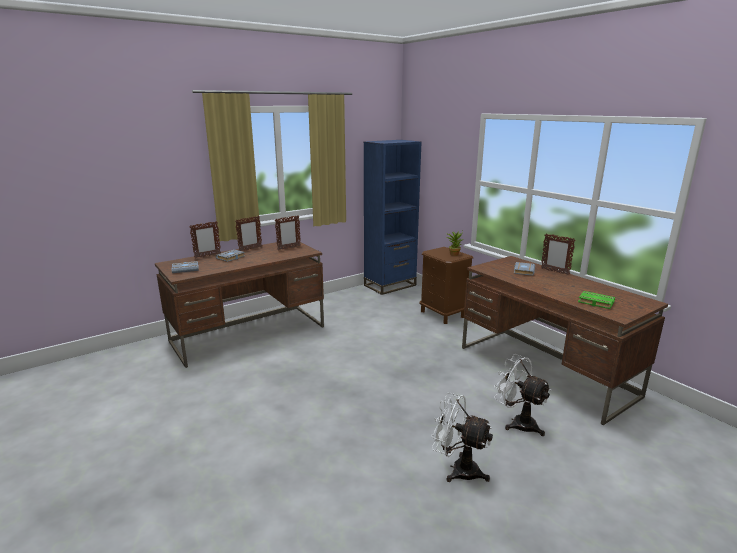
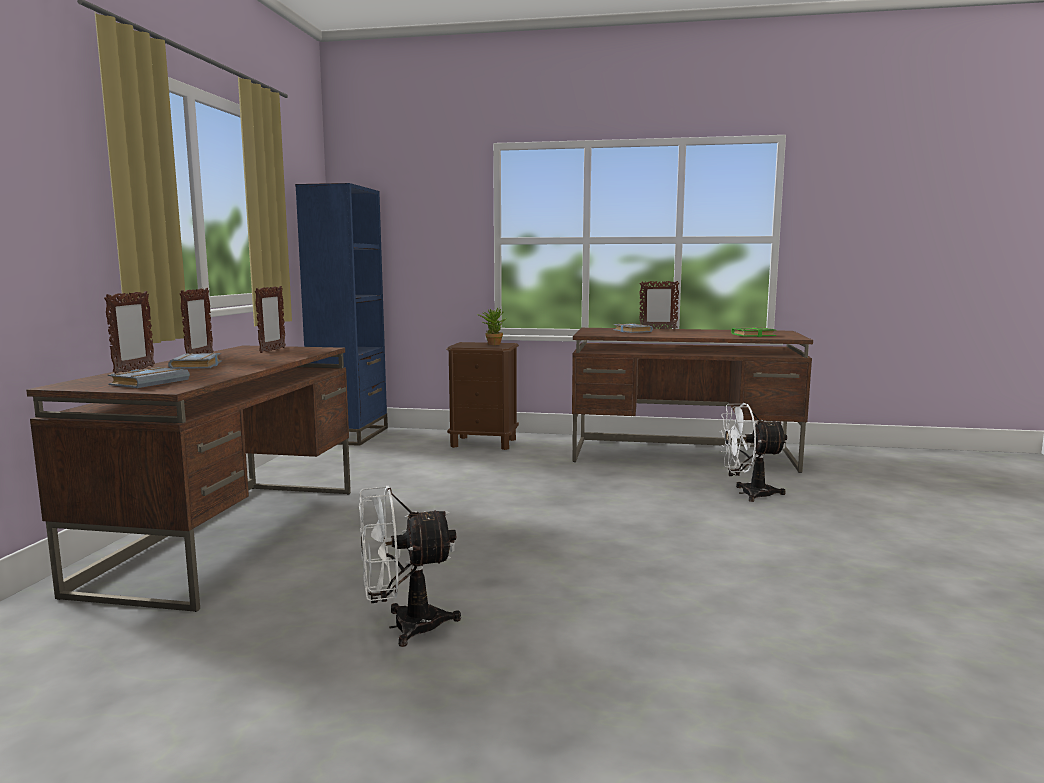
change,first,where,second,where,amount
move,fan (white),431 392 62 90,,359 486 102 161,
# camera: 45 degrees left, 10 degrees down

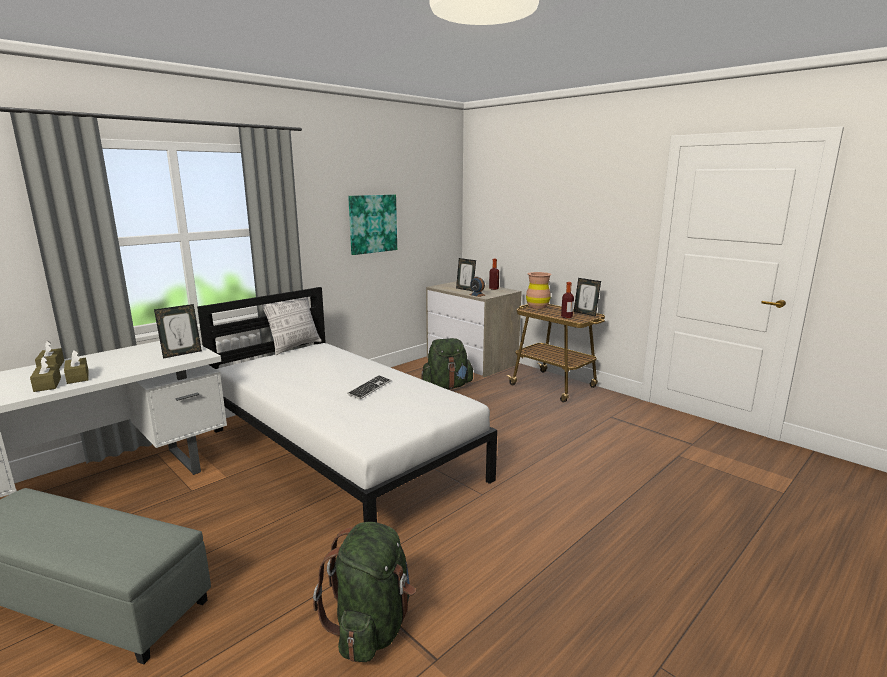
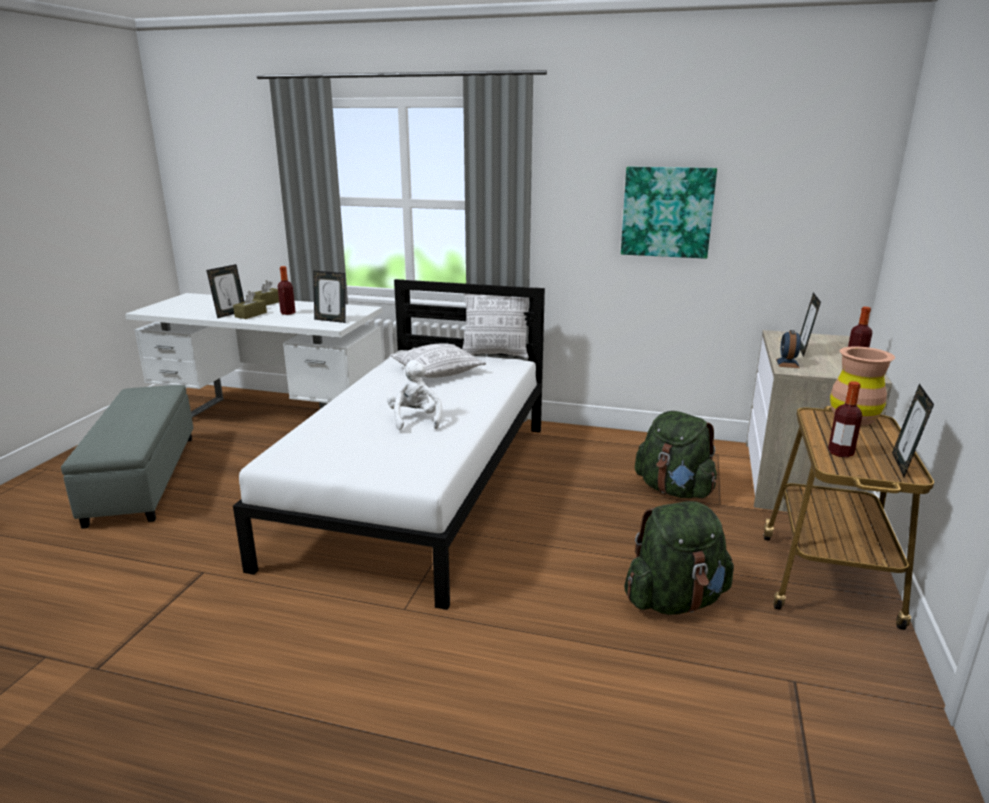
change,first,where,second,where,amount
replace,tissue box (brown),30 356 31 36,picture frame,206 264 39 54,
move,backpack (green),313 522 103 140,,624 501 110 114,
replace,keyboard,347 375 44 24,plush toy (white),387 360 55 70,
insert,,,bottle,277 266 19 49,
insert,,,pillow,390 344 96 34,
# camera: 60 degrees right, 5 degrees up

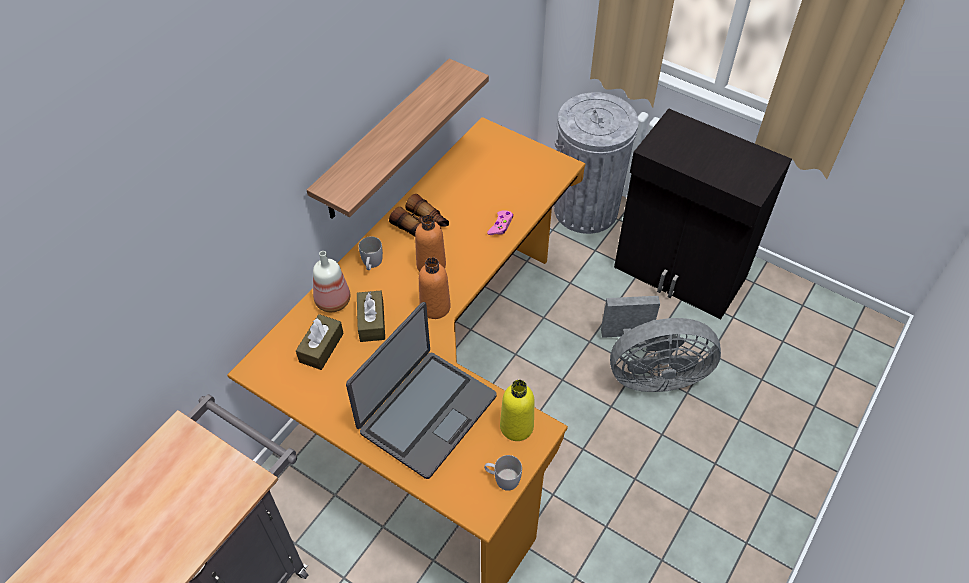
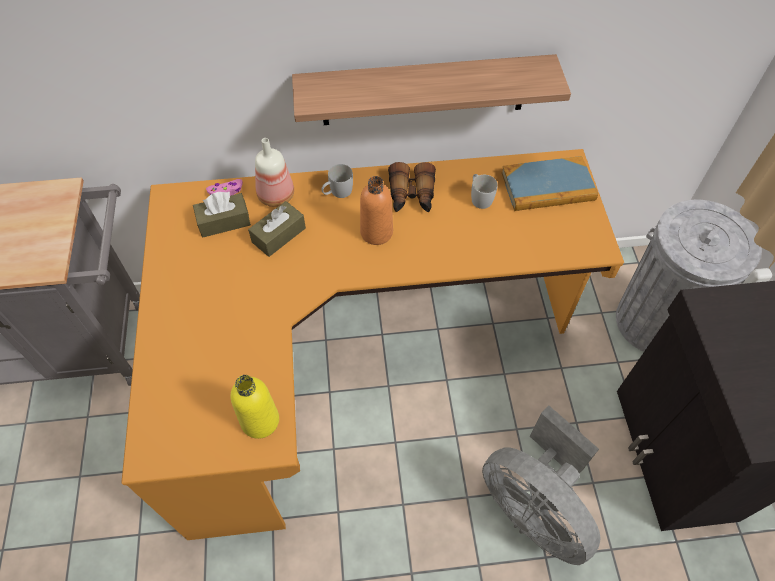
change,first,where,second,where,amount
delete,laptop,346 302 151 177,,,
delete,bottle (orange),419 257 32 62,,,
move,mug (white),484 455 38 36,,471 174 27 35,
move,game controller (pink),487 210 26 25,,206 179 37 17,
insert,,,book,501 156 97 55,
# camera: 50 degrees right, 5 degrees up

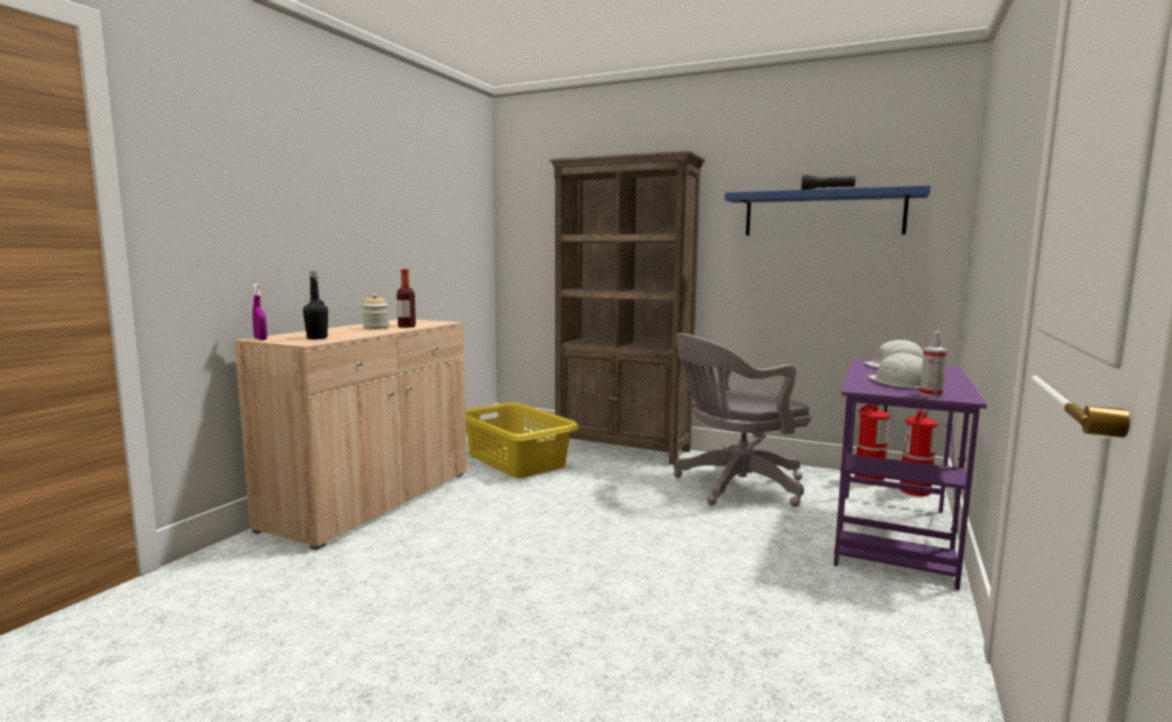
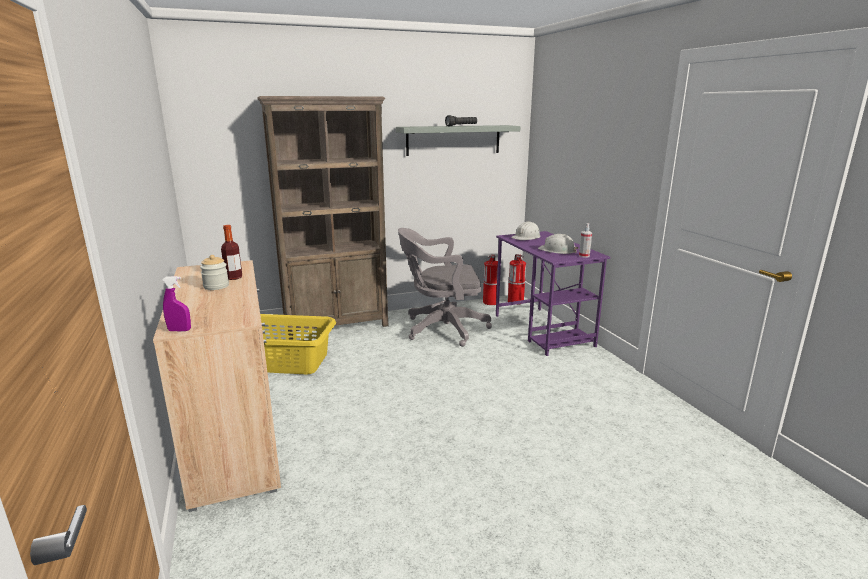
change,first,where,second,where,amount
delete,bottle (black),303 271 25 68,,,
rotate,office chair (grey),674 333 137 174,,398 228 94 119,60 degrees clockwise
recolor,shelf (blue),725 185 205 50,shelf (grey),396 125 125 31,
# camera: 45 degrees left, 10 degrees up

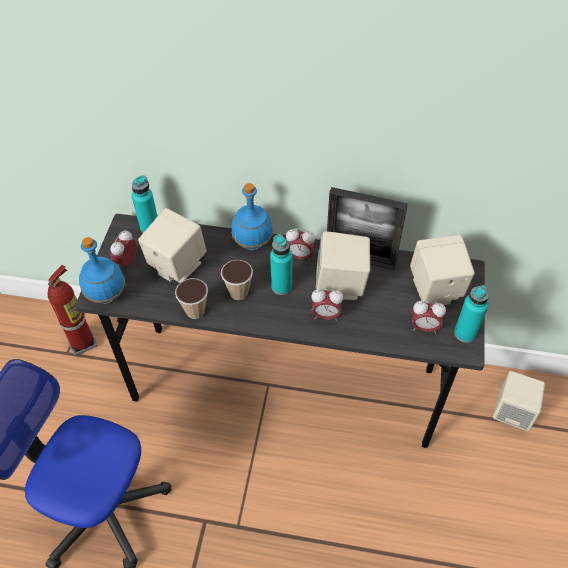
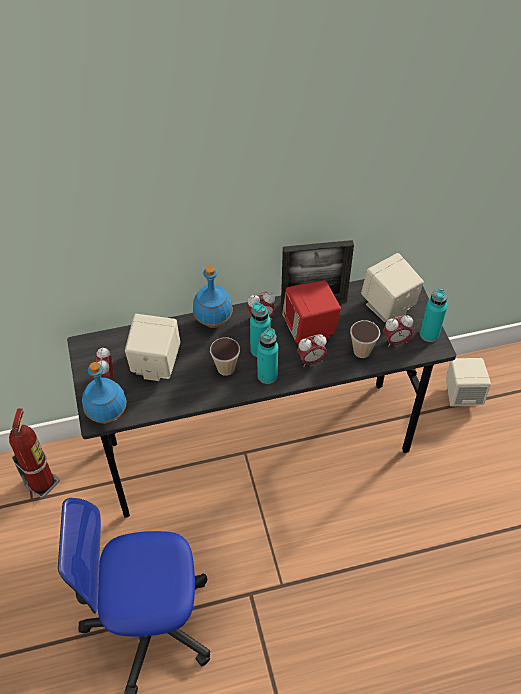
change,first,where,second,where,amount
move,bottle (turquoise),132 175 26 58,,257 328 21 56,
move,cup,175 278 33 41,,350 320 30 38,
recolor,speaker (beige),316 231 54 69,speaker (red),282 280 59 64,
# camera: 25 degrees left, 0 degrees up

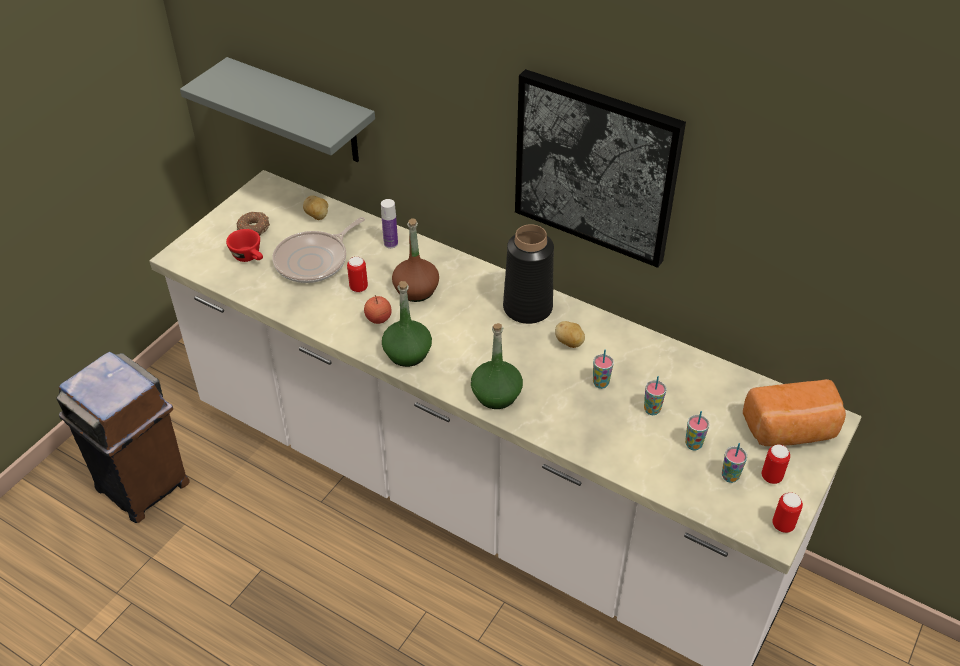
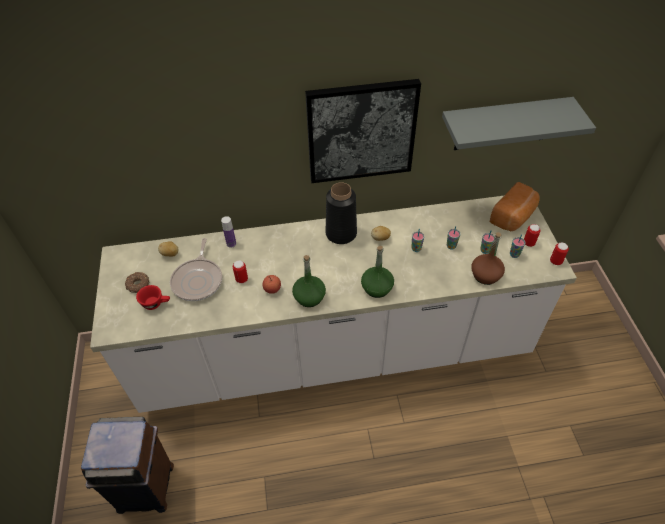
change,first,where,second,where,amount
move,shelf (grey),180 57 195 105,,442 97 154 53,
move,bottle (brown),392 218 47 84,,471 232 34 53,
# camera: 40 degrees left, 5 degrees up

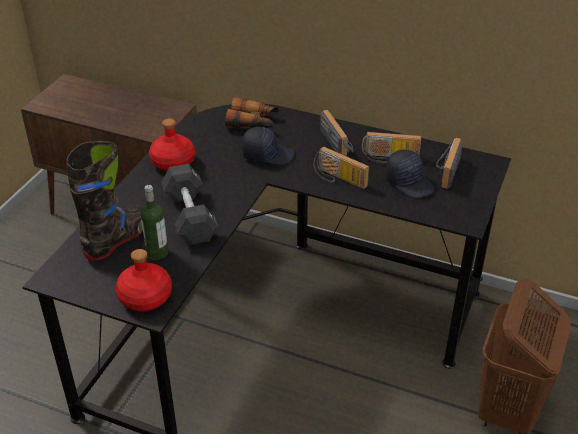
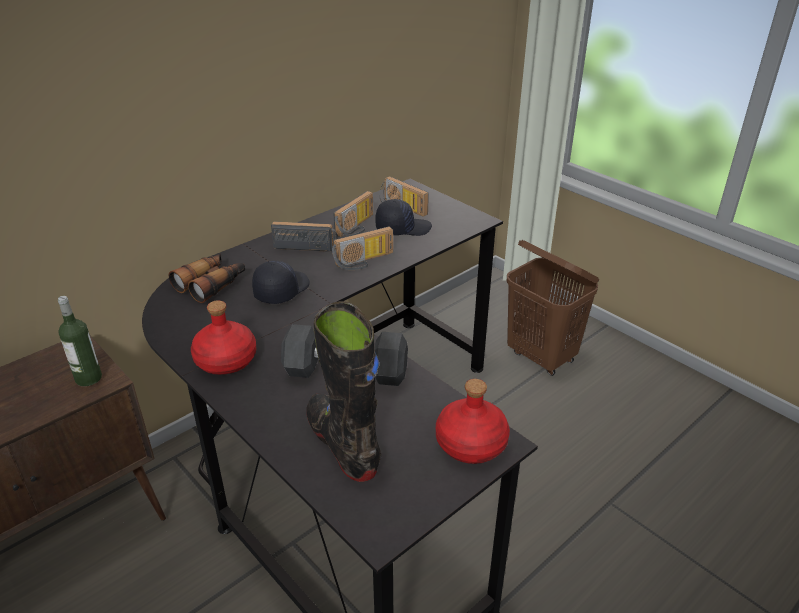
change,first,where,second,where,amount
move,bottle,141 185 27 75,,58 296 44 90,
# camera: 65 degrees left, 5 degrees down

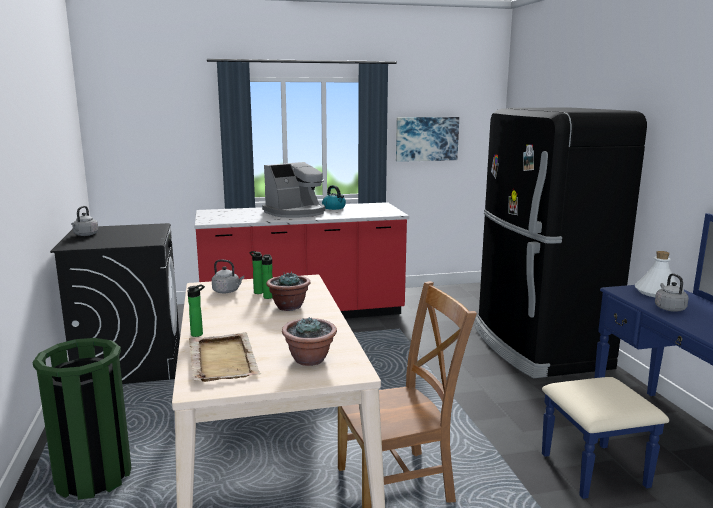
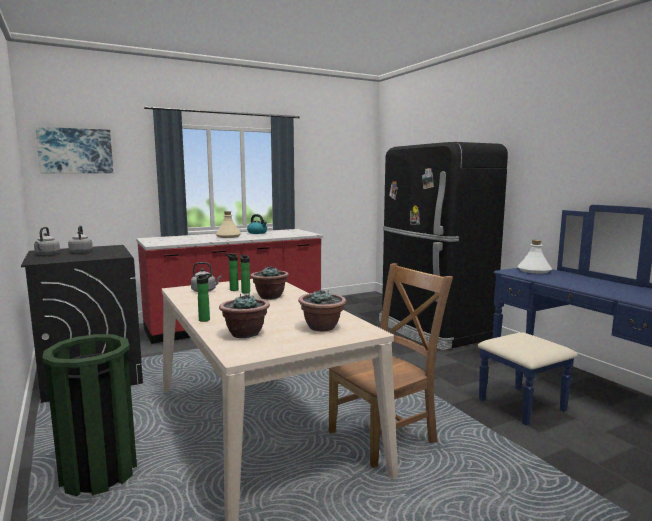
change,first,where,second,where,amount
replace,tray (beige),189 333 73 49,potted plant,219 293 51 45,
replace,coffee machine,262 162 63 56,bottle (beige),216 211 25 27,
move,picture,396 117 63 45,,35 127 78 46,
move,kettle (grey),655 273 34 39,,68 226 25 27,
# camera: 15 degrees left, 5 degrees down

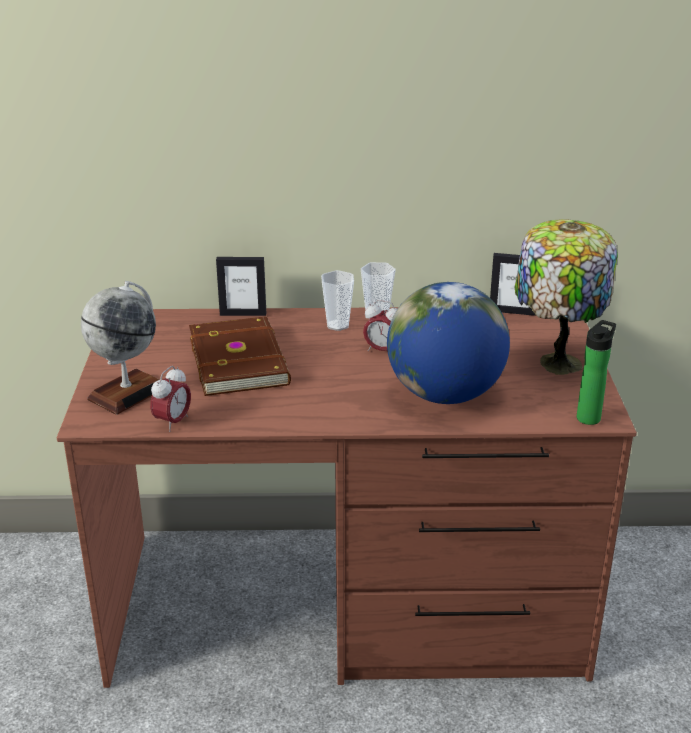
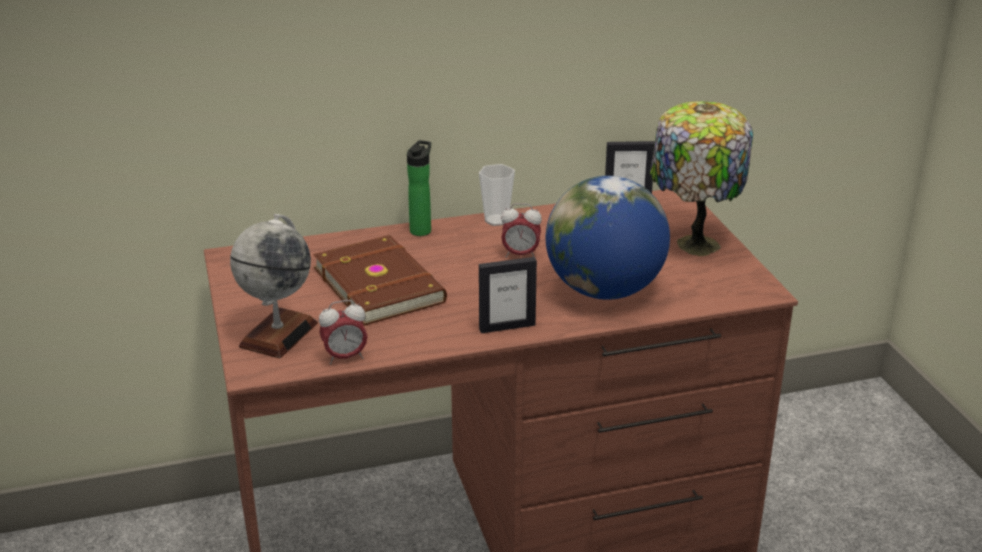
change,first,where,second,where,amount
rotate,alarm clock,150 366 41 66,,319 300 48 64,60 degrees clockwise
move,picture frame,216 257 50 59,,479 257 58 76,
delete,cup,321 270 33 61,,,
move,bottle,577 320 39 105,,407 140 24 96,
# camera: 15 degrees left, 0 degrees up

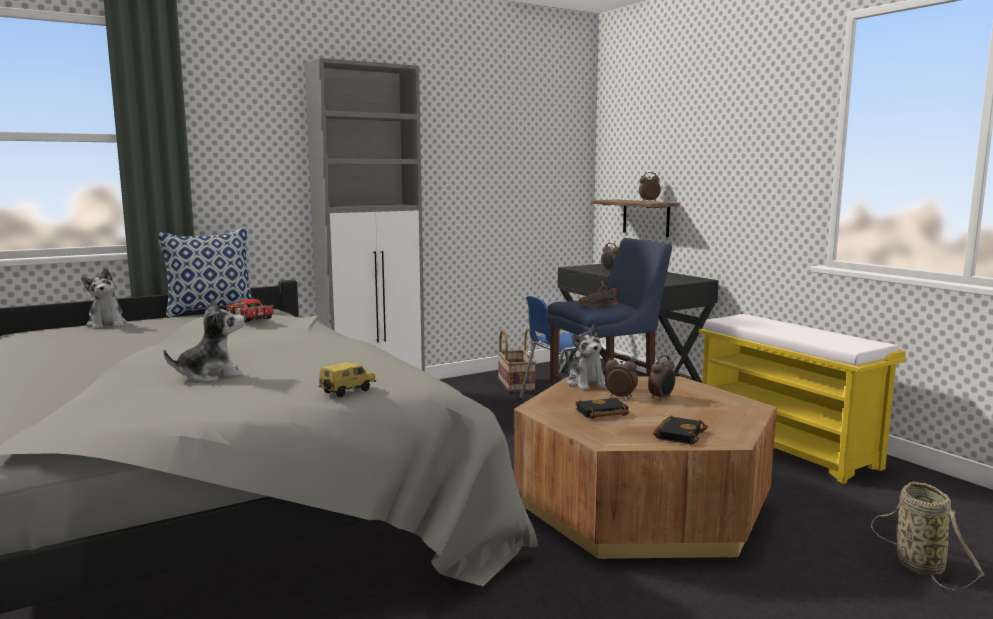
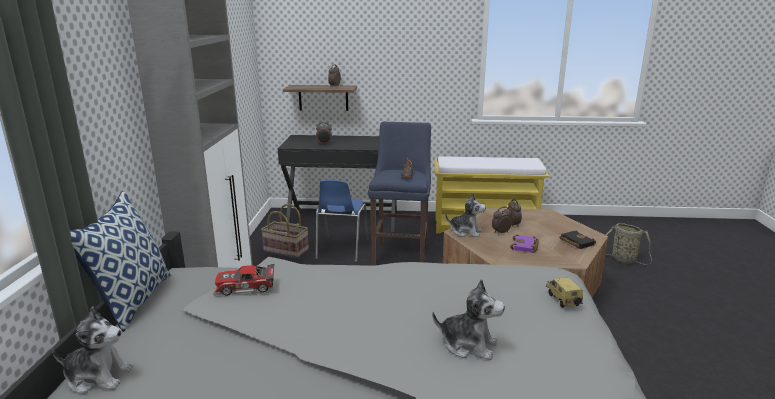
change,first,where,second,where,amount
rotate,plush toy,164 297 81 86,,432 279 73 81,105 degrees clockwise
recolor,book (black),576 396 53 23,book (purple),510 234 29 19,
# camera: 55 degrees left, 10 degrees up

